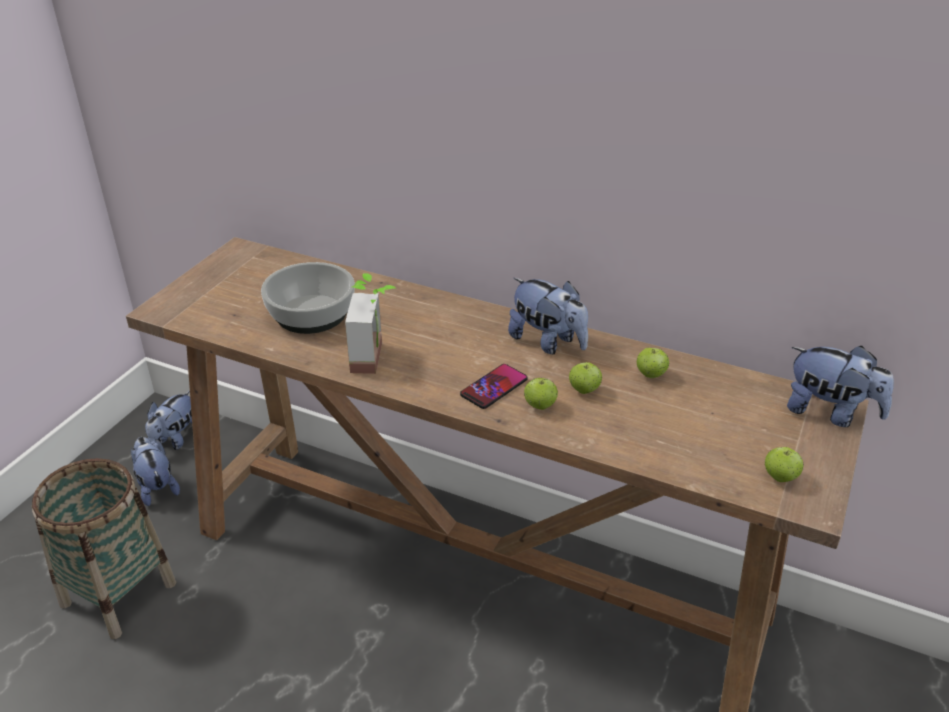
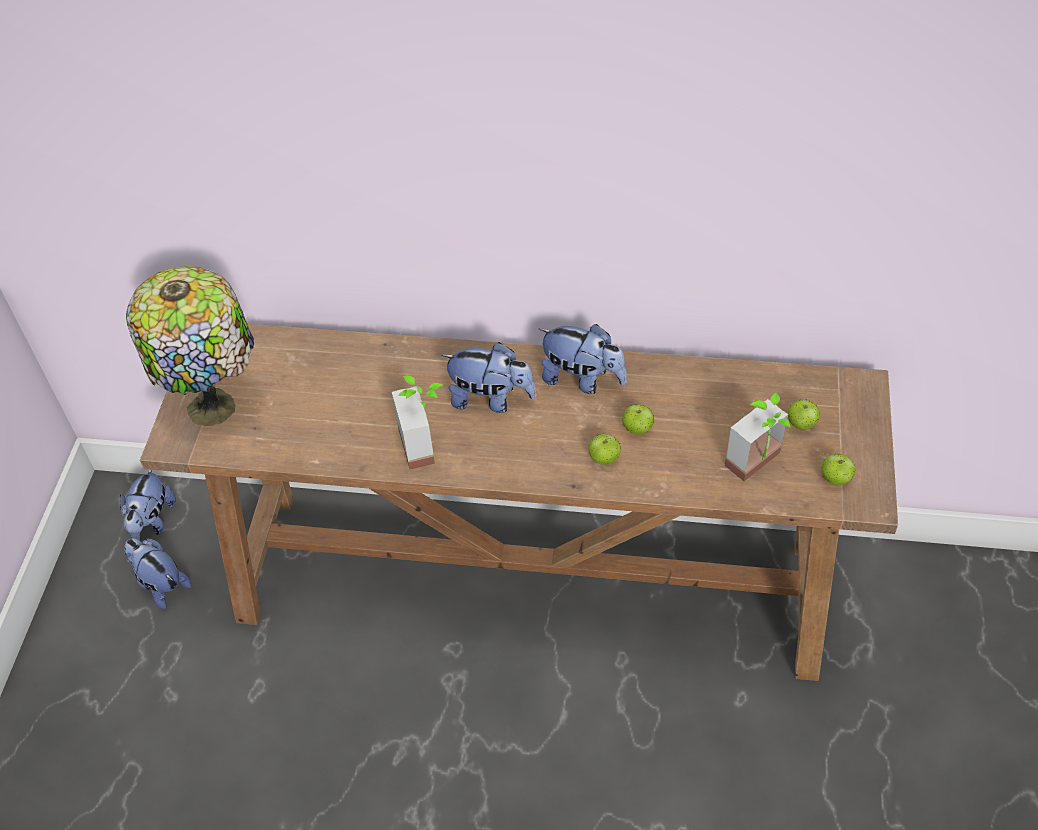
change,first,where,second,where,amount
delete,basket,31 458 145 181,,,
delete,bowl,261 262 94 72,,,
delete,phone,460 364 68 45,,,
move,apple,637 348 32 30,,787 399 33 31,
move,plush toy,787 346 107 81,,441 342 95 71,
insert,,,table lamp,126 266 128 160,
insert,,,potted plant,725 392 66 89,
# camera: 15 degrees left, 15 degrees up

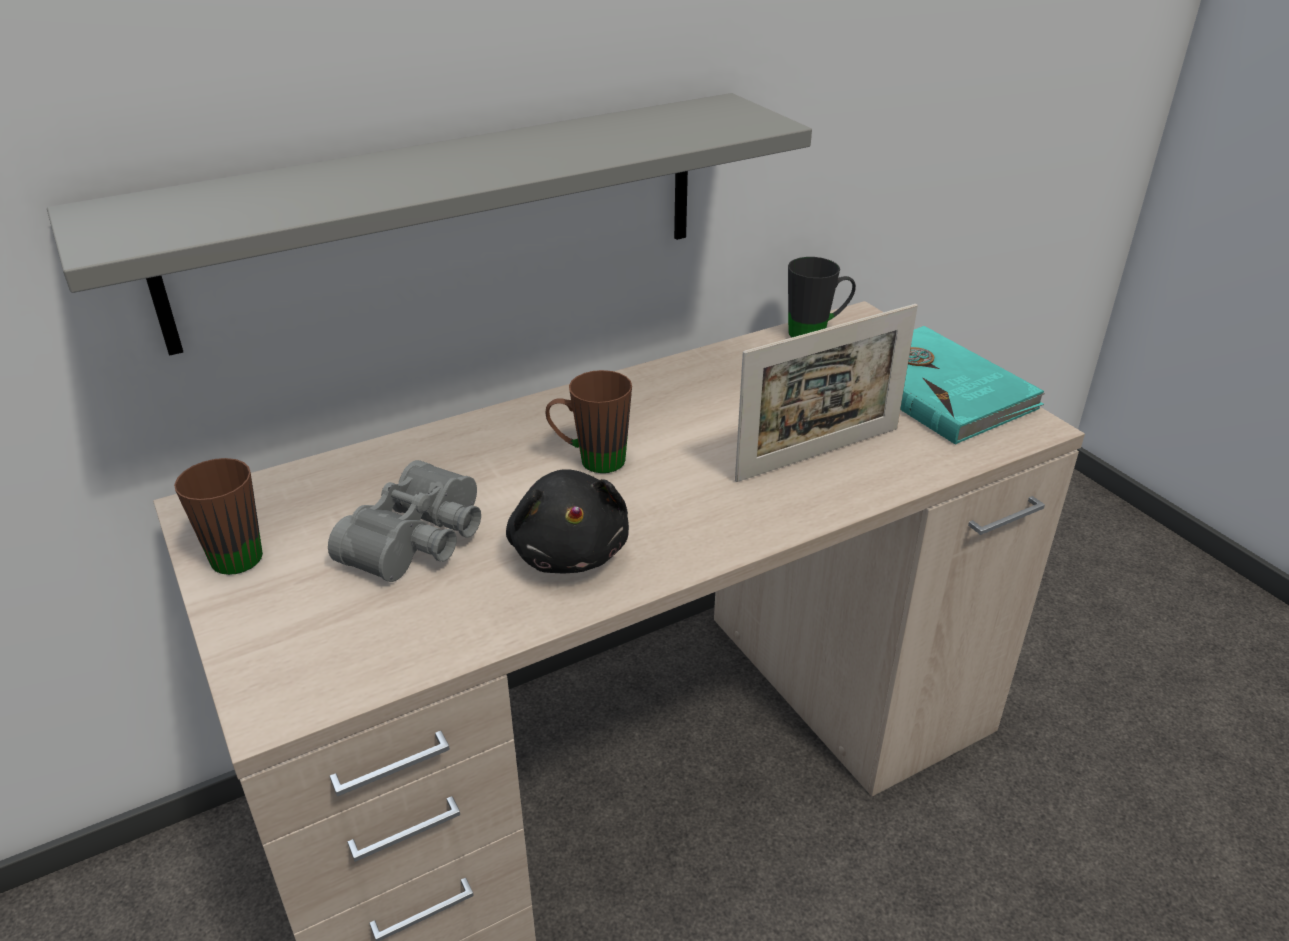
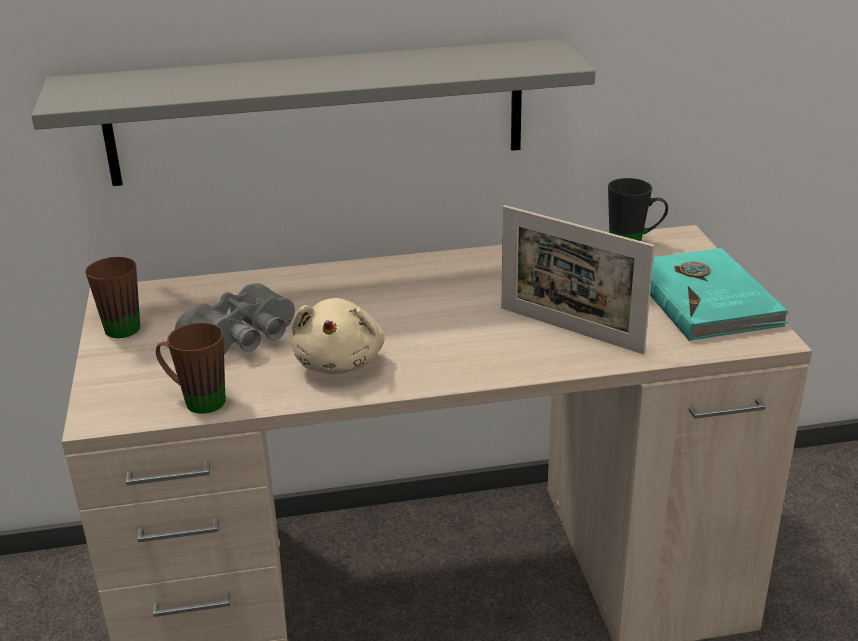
change,first,where,second,where,amount
recolor,plush toy (black),506 469 123 105,plush toy (beige),292 298 92 76,
move,mug (brown),545 370 87 103,,156 322 69 92,
rotate,picture frame,735 304 183 178,,501 205 154 149,45 degrees clockwise
# camera: 20 degrees right, 5 degrees down

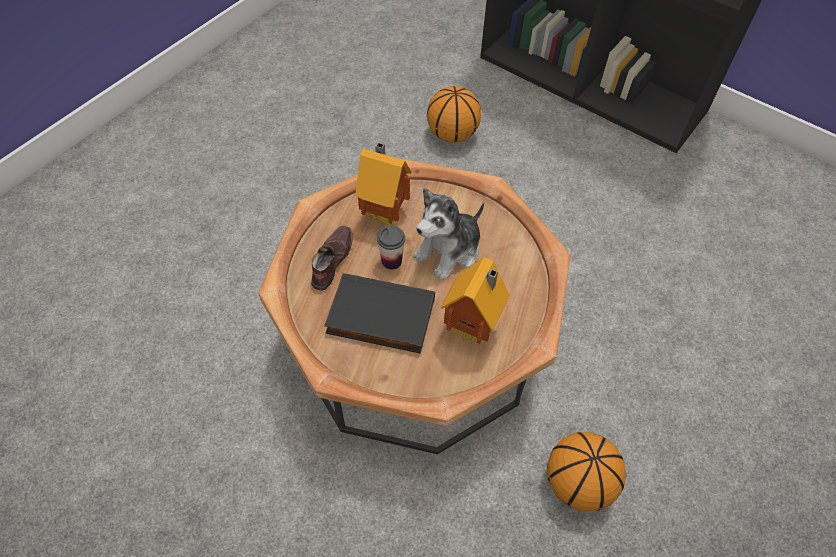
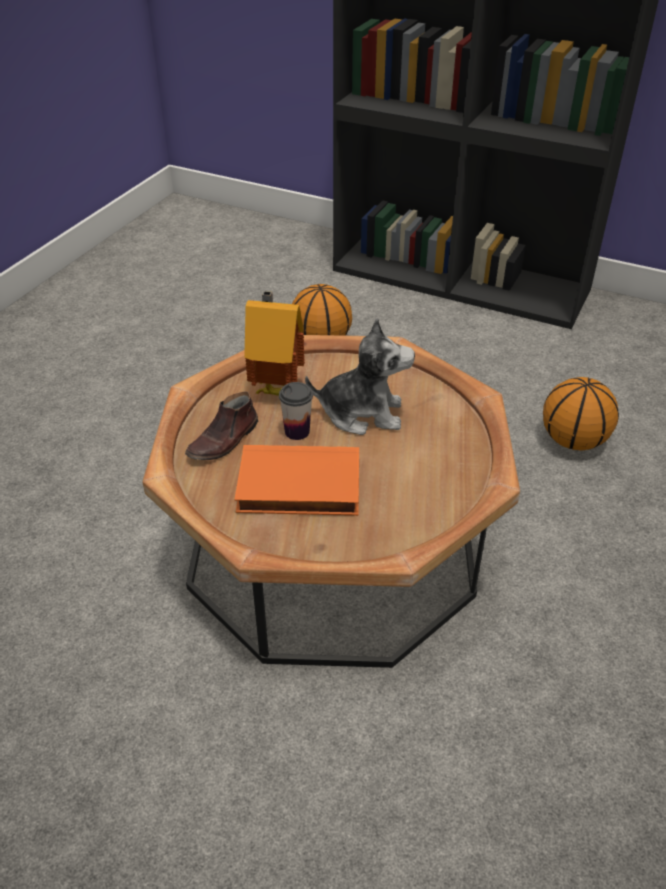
change,first,where,second,where,amount
rotate,shoe (brown),311 226 42 65,,185 392 73 68,150 degrees counterclockwise
recolor,book (black),324 273 111 81,book (orange),234 445 125 71,
rotate,plush toy,413 188 71 92,,305 318 110 117,120 degrees counterclockwise
delete,toy house,441 258 68 87,,,
move,basketball,547 432 79 79,,543 377 76 74,
# camera: 10 degrees left, 15 degrees down

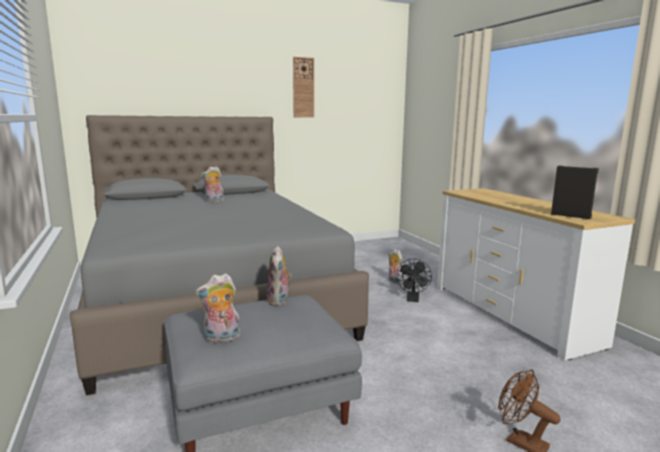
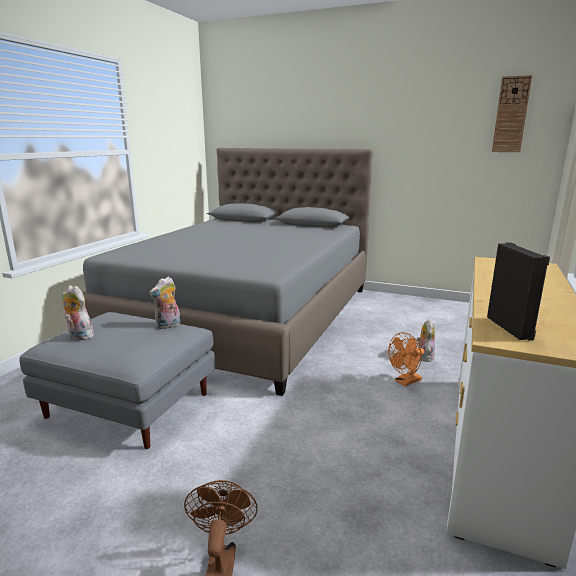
change,first,where,second,where,amount
delete,plush toy,201 166 23 36,,,
move,wall clock,293 57 21 61,,492 75 40 77,
recolor,fan (black),397 259 35 43,fan (orange),388 332 37 55,
# camera: 45 degrees right, 5 degrees up

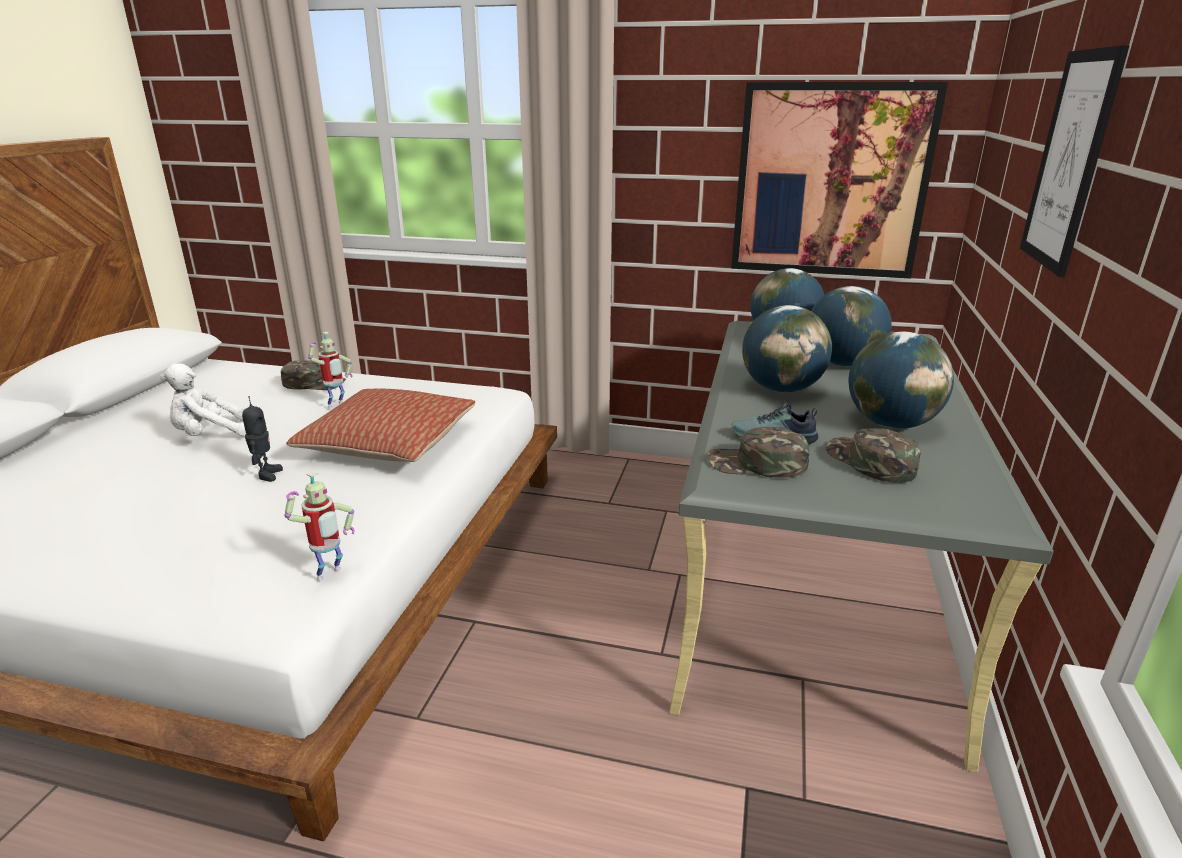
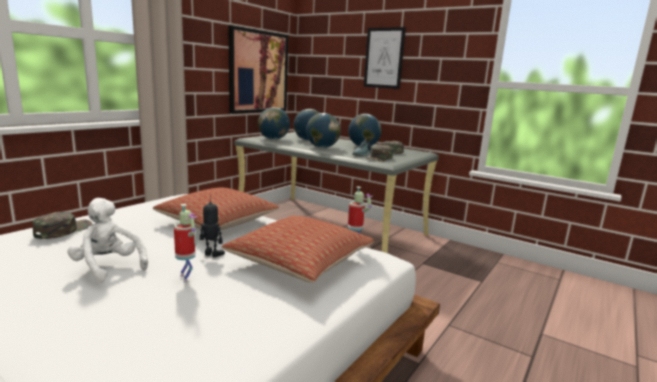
change,first,where,second,where,amount
rotate,plush toy (white),160 363 86 74,,67 198 81 85,135 degrees clockwise
move,toy robot,308 332 44 76,,174 204 23 79,
insert,,,pillow,221 216 154 67,
# camera: 70 degrees left, 10 degrees down

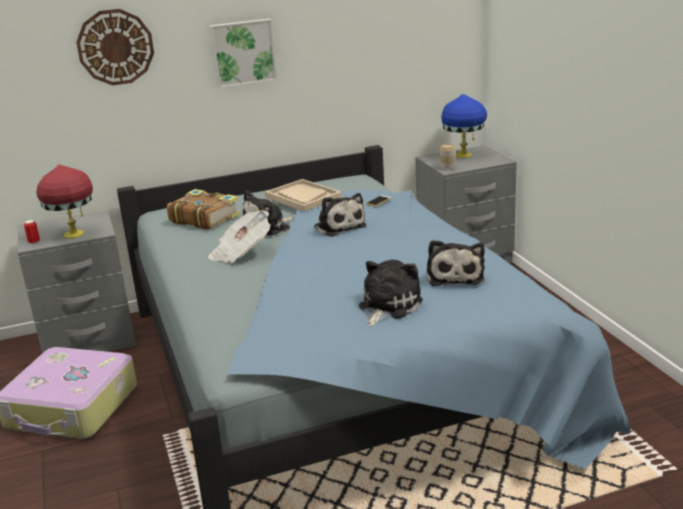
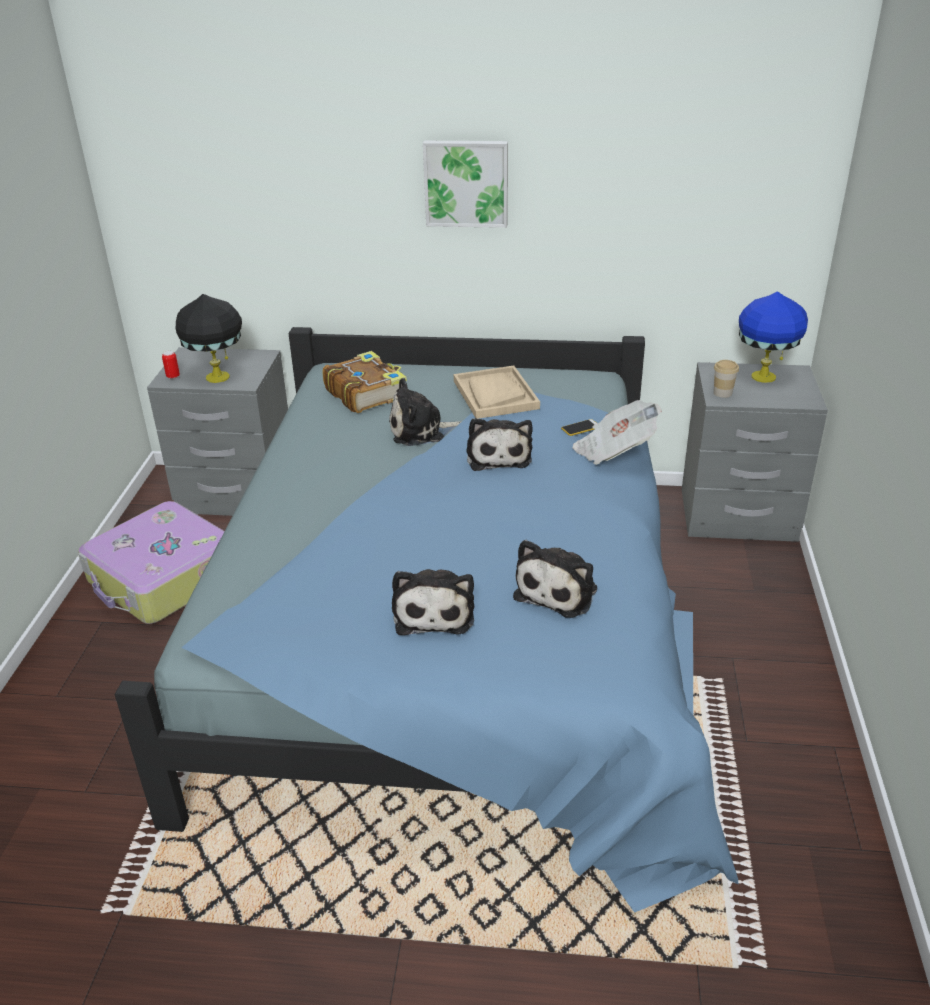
change,first,where,second,where,amount
recolor,table lamp (red),36 164 57 75,table lamp (black),176 294 66 89,
delete,wall clock,76 9 78 76,,,
move,newspaper,208 210 62 53,,573 400 89 65,
rotate,plush toy,359 259 64 67,,392 569 82 66,120 degrees clockwise
# camera: 25 degrees right, 10 degrees up

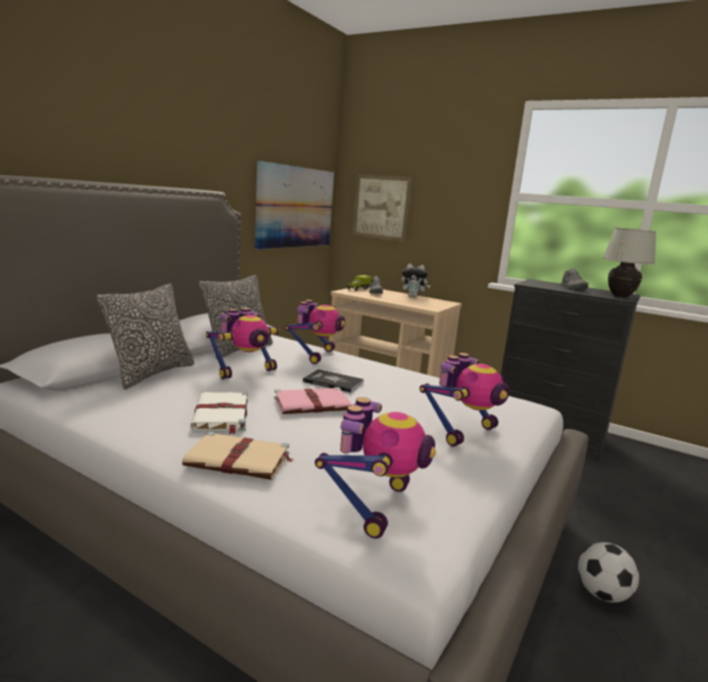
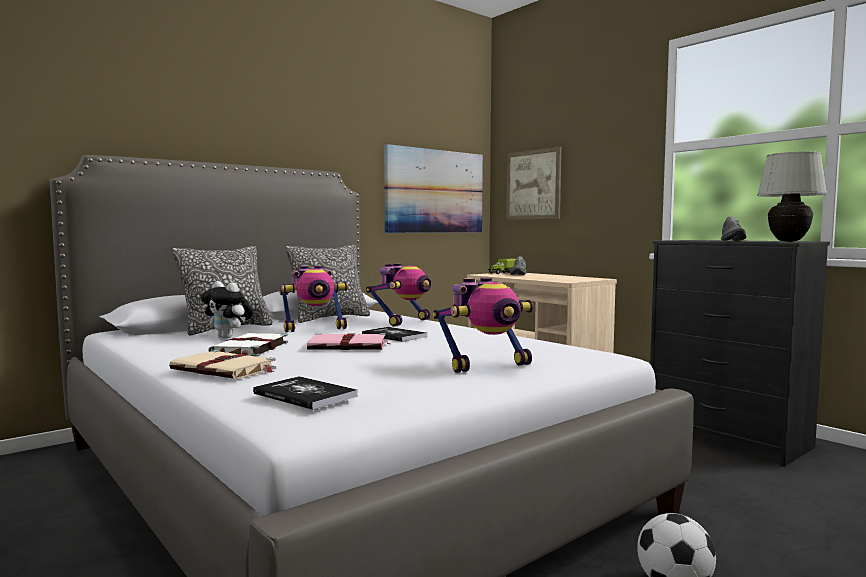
change,first,where,second,where,amount
replace,toy robot,315 397 121 142,book,253 376 105 34,
move,plush toy,401 264 30 33,,200 281 54 58,
# camera: 20 degrees right, 10 degrees down

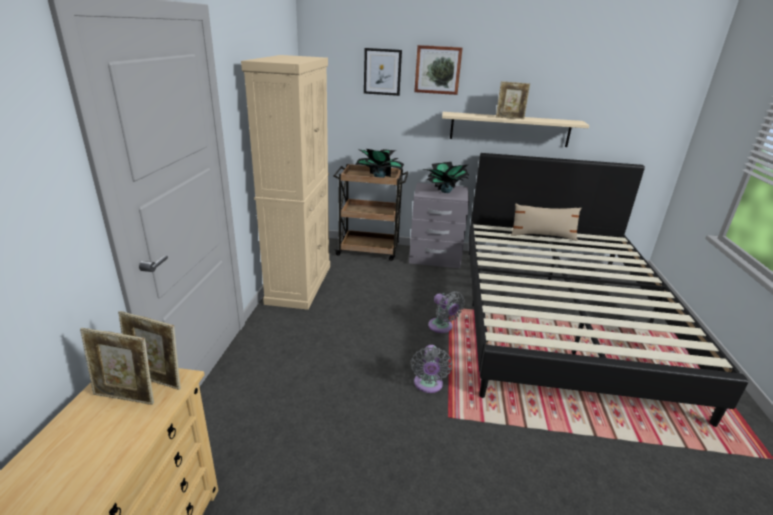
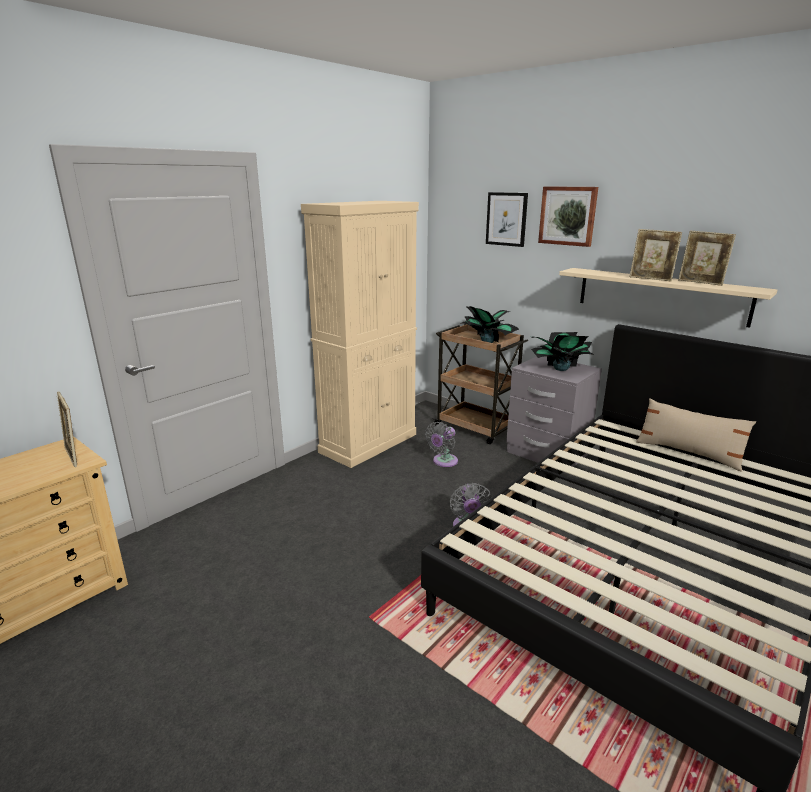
change,first,where,second,where,amount
move,picture frame,80 328 74 77,,678 231 58 55,
move,fan (grey),411 345 41 48,,425 422 33 45,
# camera: 35 degrees right, 5 degrees down

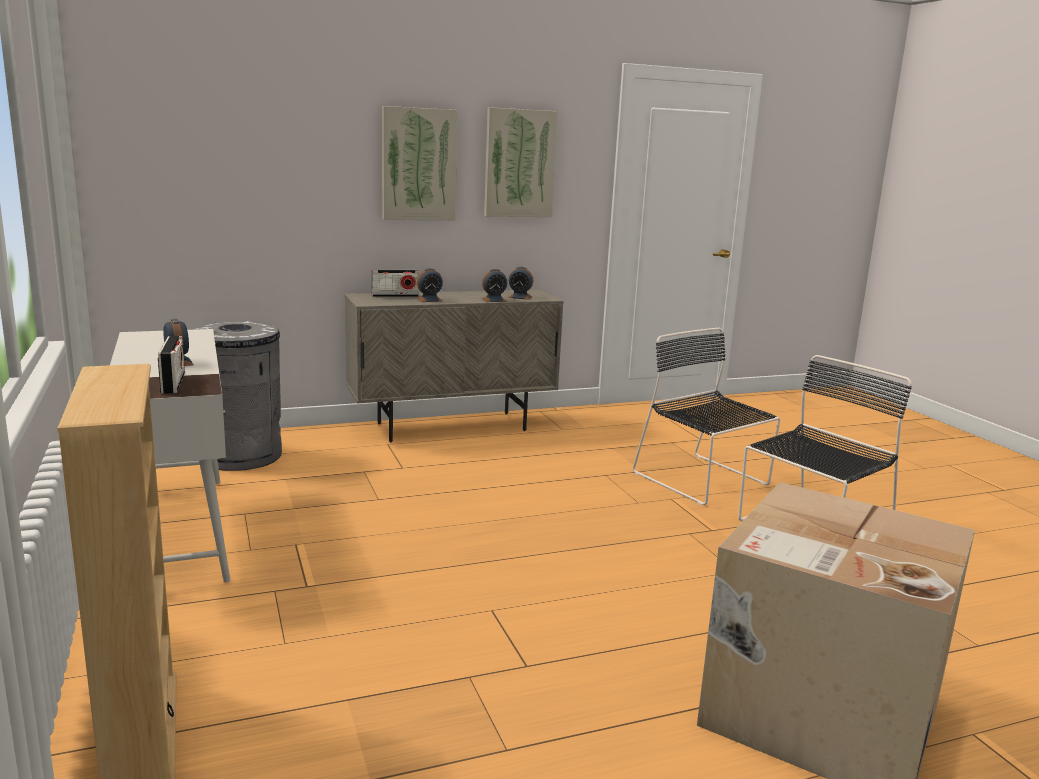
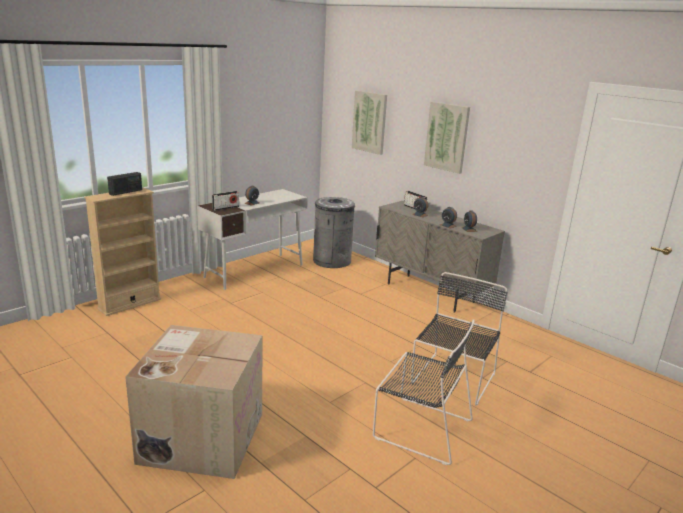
change,first,where,second,where,amount
move,picture,484 107 74 110,,352 90 35 65,
insert,,,radio,107 172 35 24,
# camera: 65 degrees right, 5 degrees up

